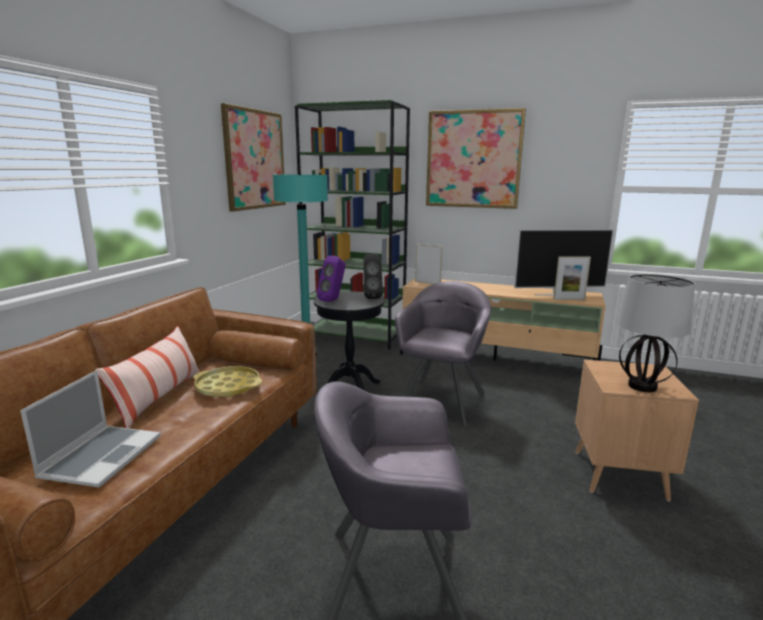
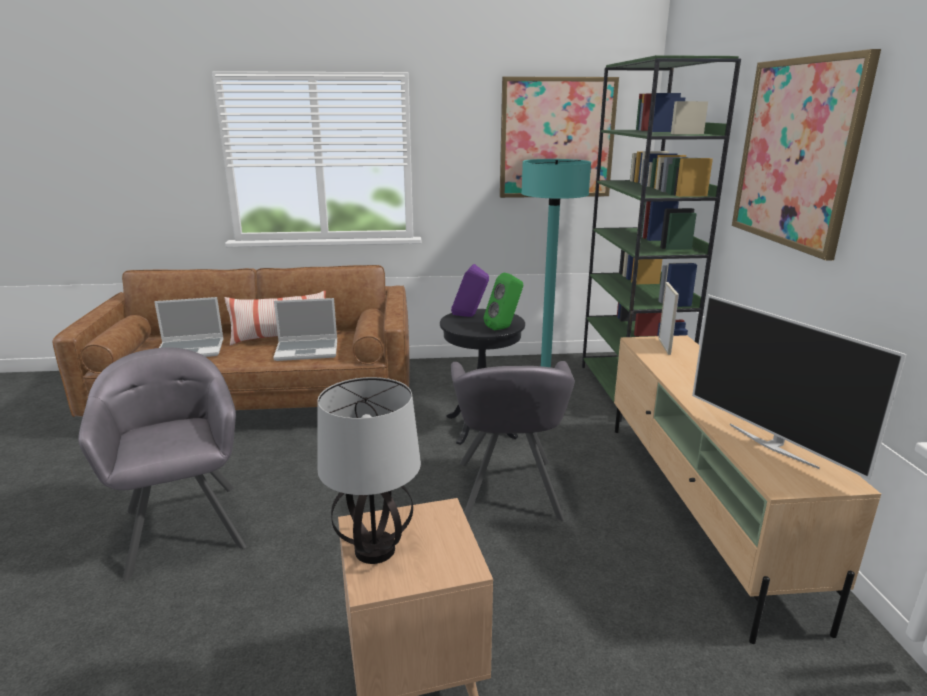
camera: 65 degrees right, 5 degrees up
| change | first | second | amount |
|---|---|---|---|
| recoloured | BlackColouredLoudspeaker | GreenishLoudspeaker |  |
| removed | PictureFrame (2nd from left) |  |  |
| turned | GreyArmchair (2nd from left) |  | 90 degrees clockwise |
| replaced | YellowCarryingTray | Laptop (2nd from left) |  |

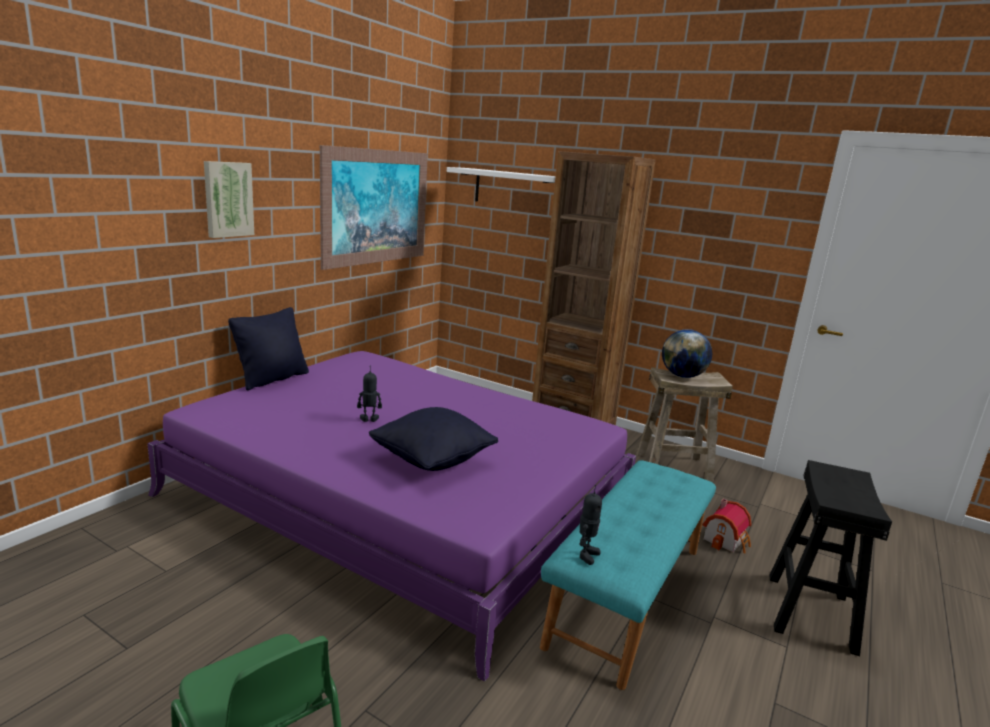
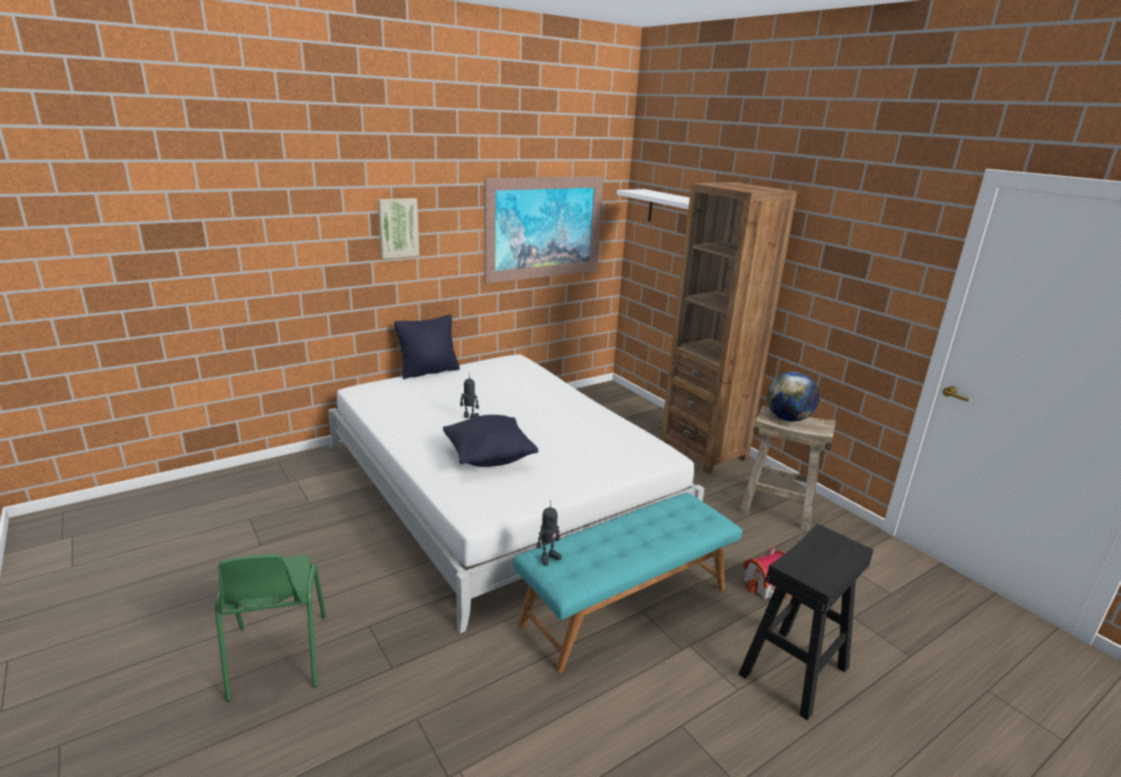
camera: 25 degrees right, 5 degrees up
| change | first | second | amount |
|---|---|---|---|
| recoloured | PurplishSleepingBed | WhitishSleepingBed |  |

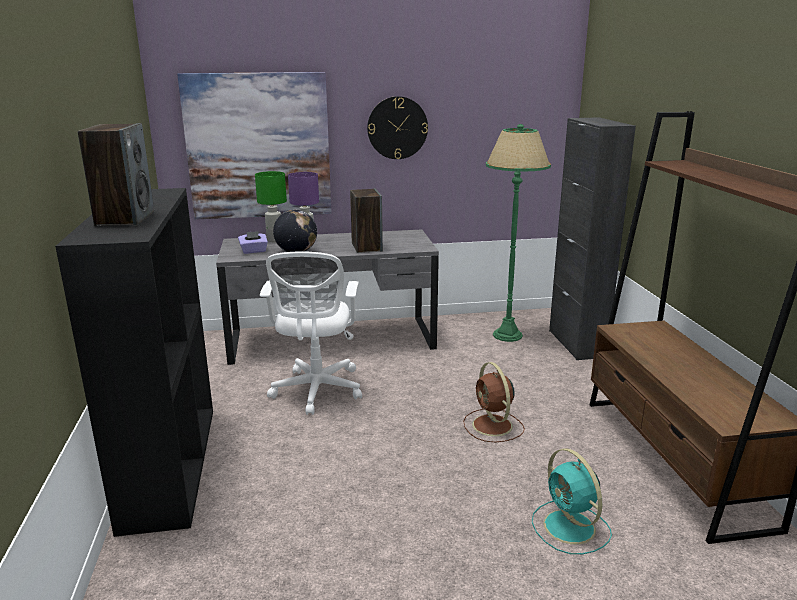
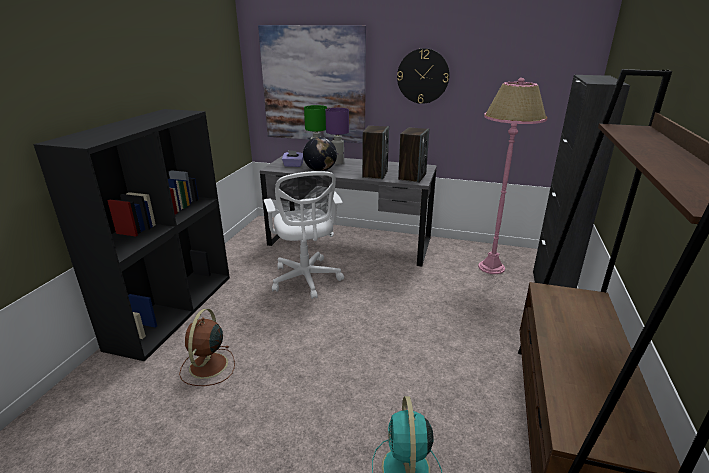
camera: 25 degrees right, 5 degrees up
| change | first | second | amount |
|---|---|---|---|
| moved | Loudspeaker (1st from left in the first image) | Loudspeaker (2nd from left) |  |
| recoloured | GreenishStandingLamp | PinkishStandingLamp |  |
| turned | WhitishComputerChair |  | 45 degrees counterclockwise |
| moved | BrownishElectricFan |  |  |

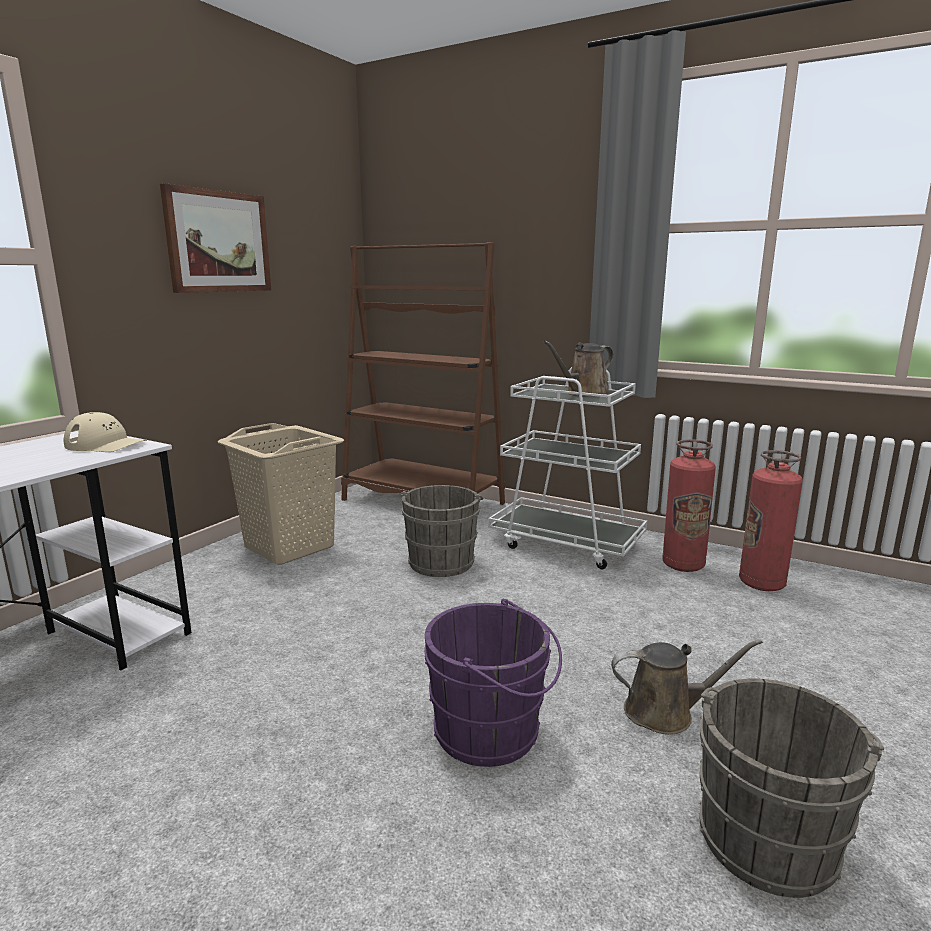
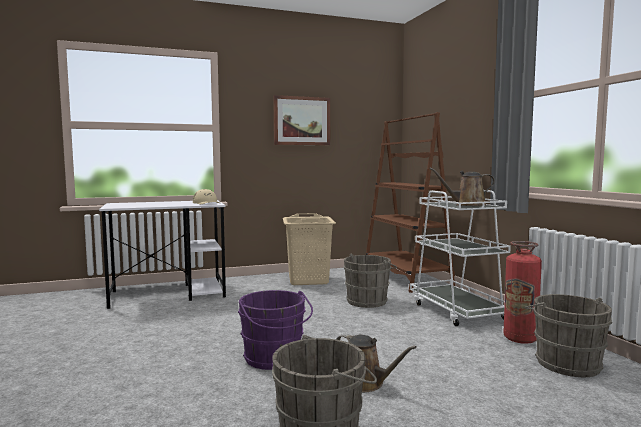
camera: 40 degrees right, 10 degrees down
| change | first | second | amount |
|---|---|---|---|
| replaced | FireExtinguisher (2nd from left) | GreyPail (3rd from left) |  |

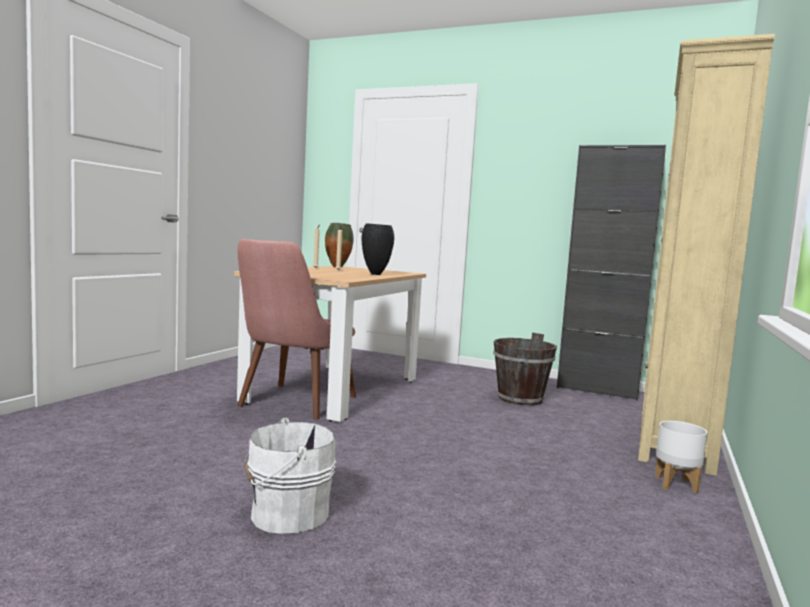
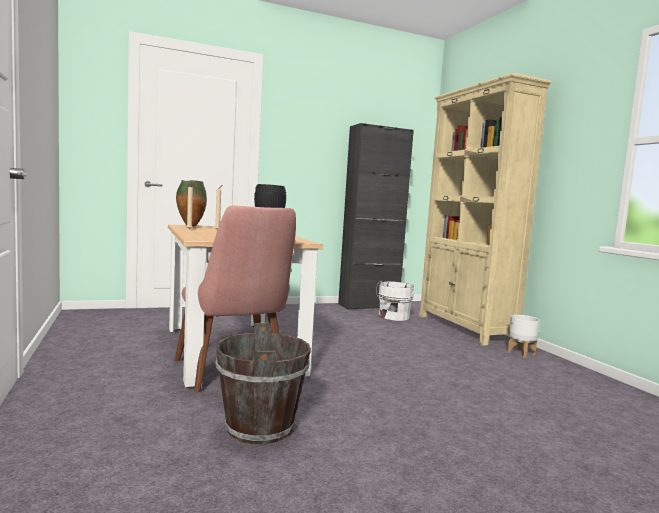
camera: 45 degrees left, 0 degrees up
| change | first | second | amount |
|---|---|---|---|
| moved | BrownishPail |  |  |
| moved | WhitishPail |  |  |

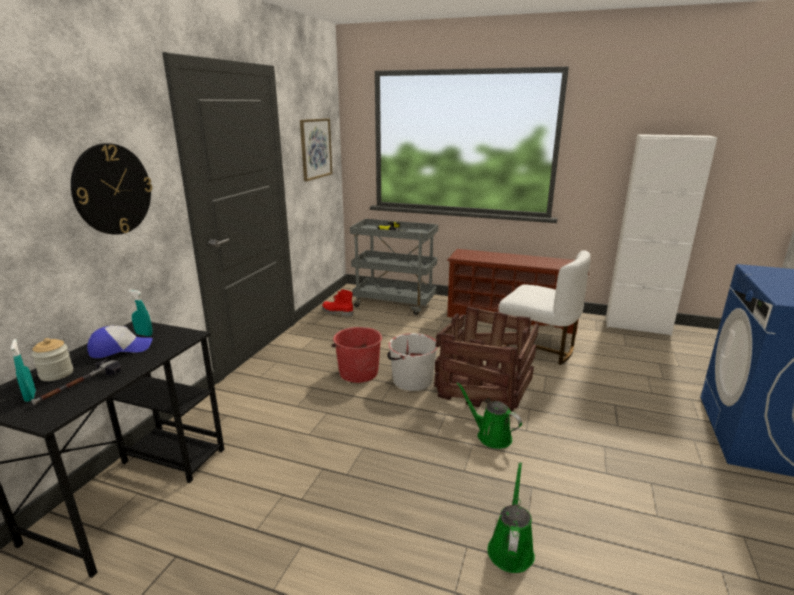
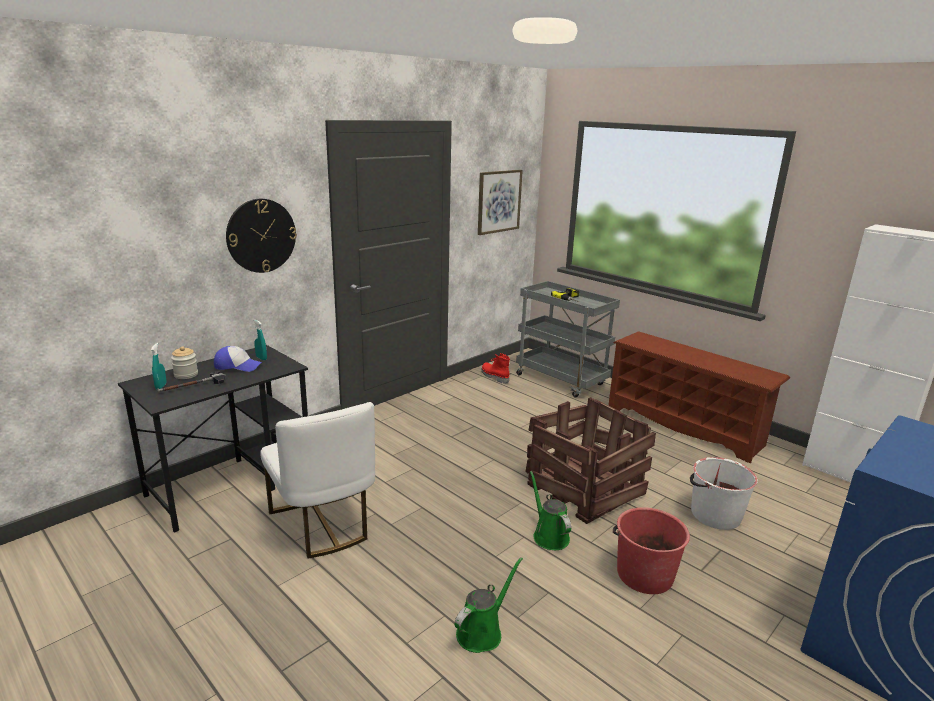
camera: 25 degrees right, 0 degrees up
| change | first | second | amount |
|---|---|---|---|
| moved | WhitishPlainChair |  |  |
| moved | RedColouredPail |  |  |
| moved | WhitishPail |  |  |

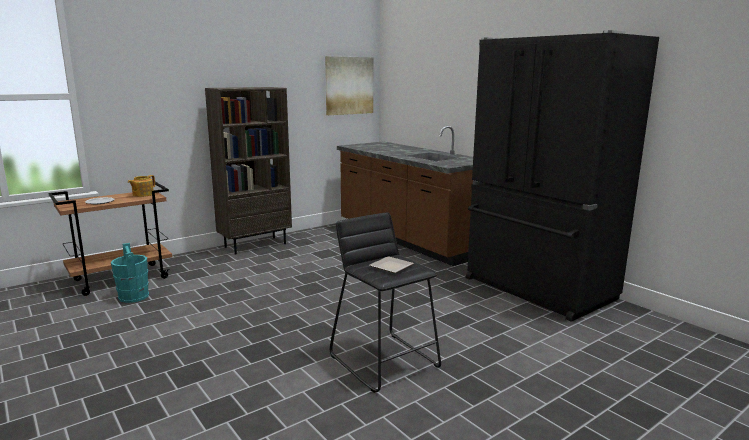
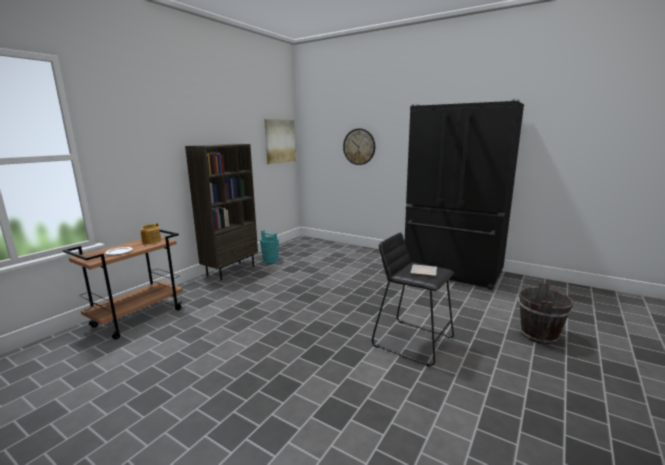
camera: 20 degrees left, 0 degrees up
| change | first | second | amount |
|---|---|---|---|
| removed | BrownishKitchenCounter |  |  |
| moved | TurquoiseColouredPail |  |  |
| added |  | HangingClock |  |
| added |  | BrownishPail |  |

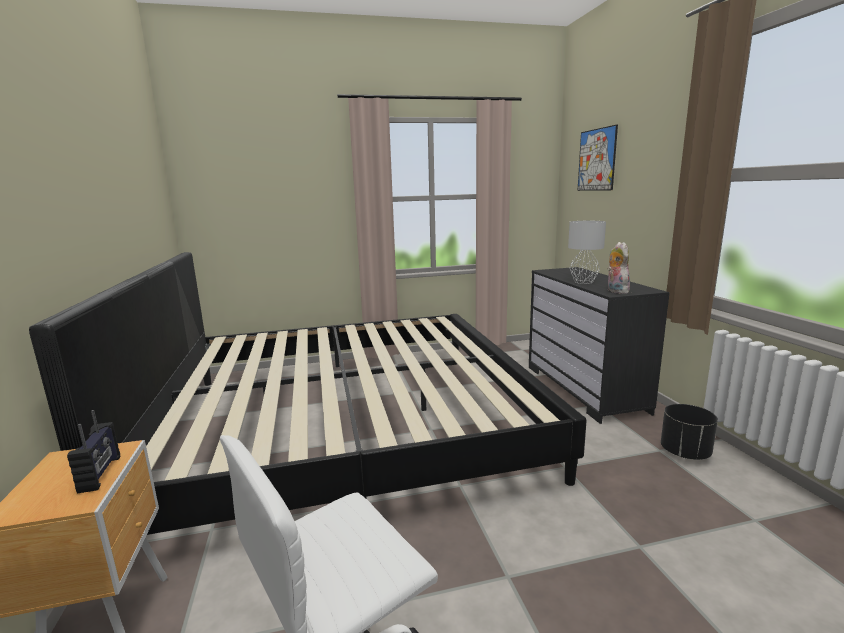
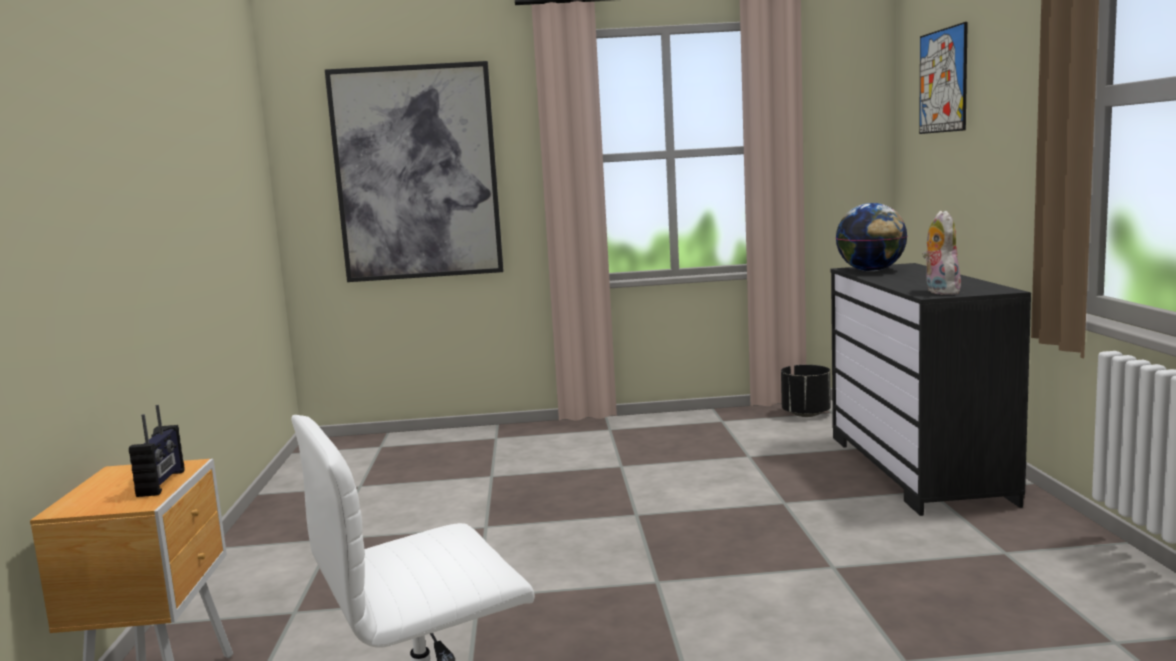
camera: 10 degrees right, 5 degrees down
| change | first | second | amount |
|---|---|---|---|
| removed | GreyLampForATable |  |  |
| removed | SleepingBed |  |  |
| moved | BlackColouredPlantPot |  |  |
| added |  | WallPicture (1st from left) |  |
| added |  | DeskGlobe |  |

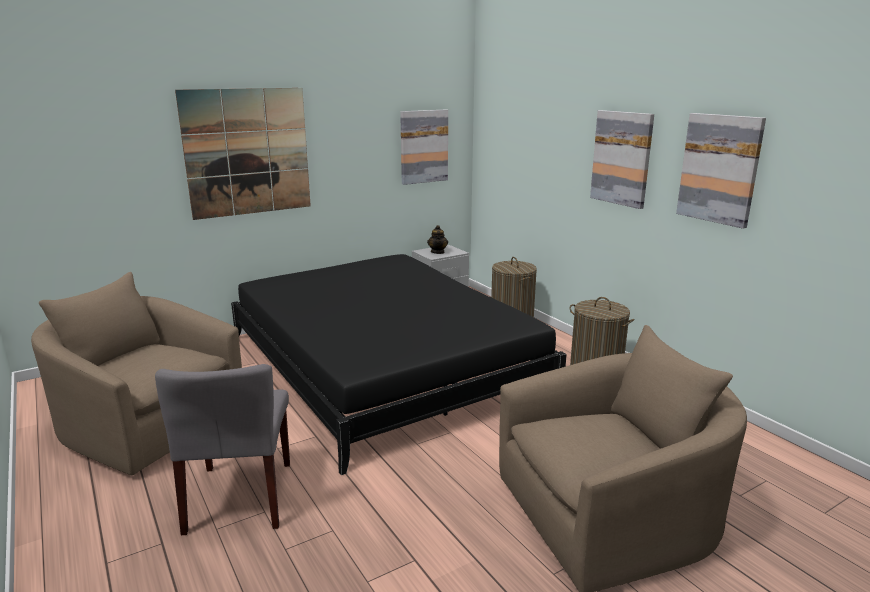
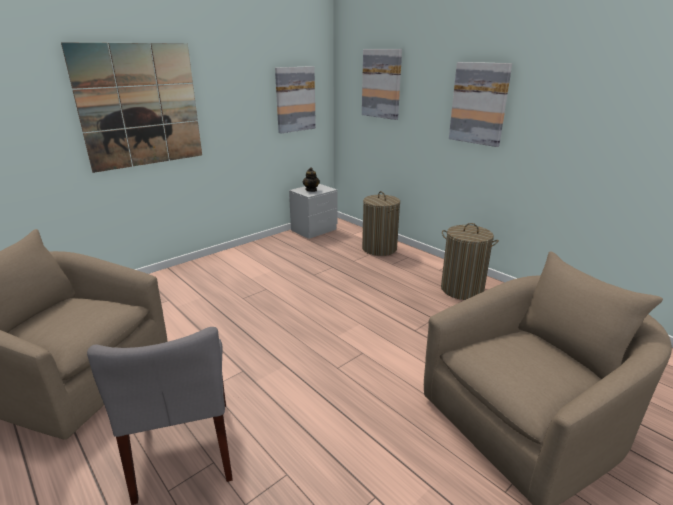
camera: 10 degrees left, 5 degrees up
| change | first | second | amount |
|---|---|---|---|
| moved | WallPicture (4th from left in the first image) | WallPicture (3rd from left) |  |
| removed | BlackColouredSleepingBed |  |  |

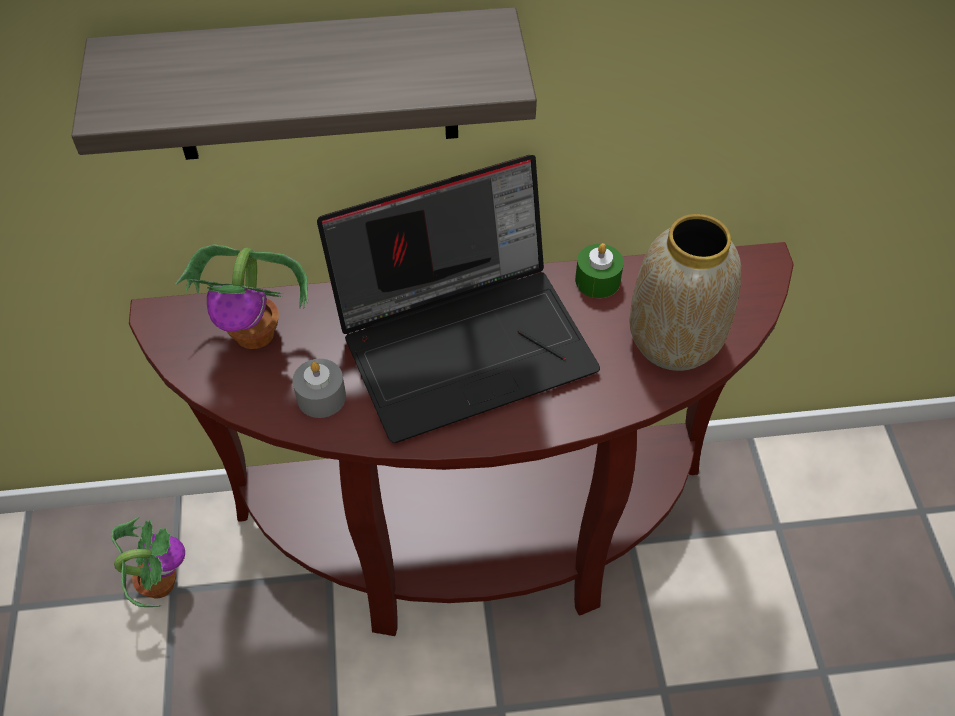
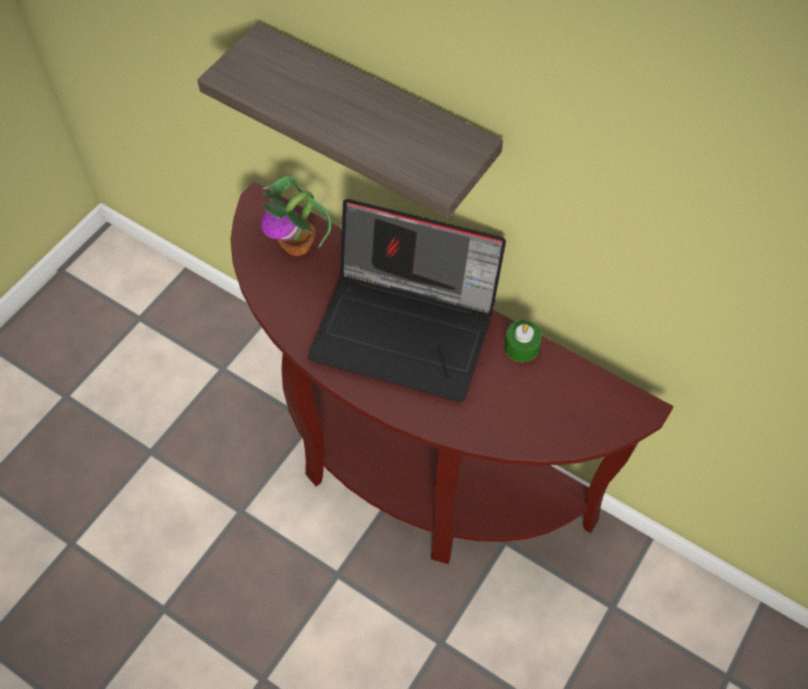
camera: 40 degrees right, 5 degrees up
| change | first | second | amount |
|---|---|---|---|
| removed | DecorativeVase |  |  |
| removed | GreyWaxCandle |  |  |
| removed | Houseplant (1st from left) |  |  |

